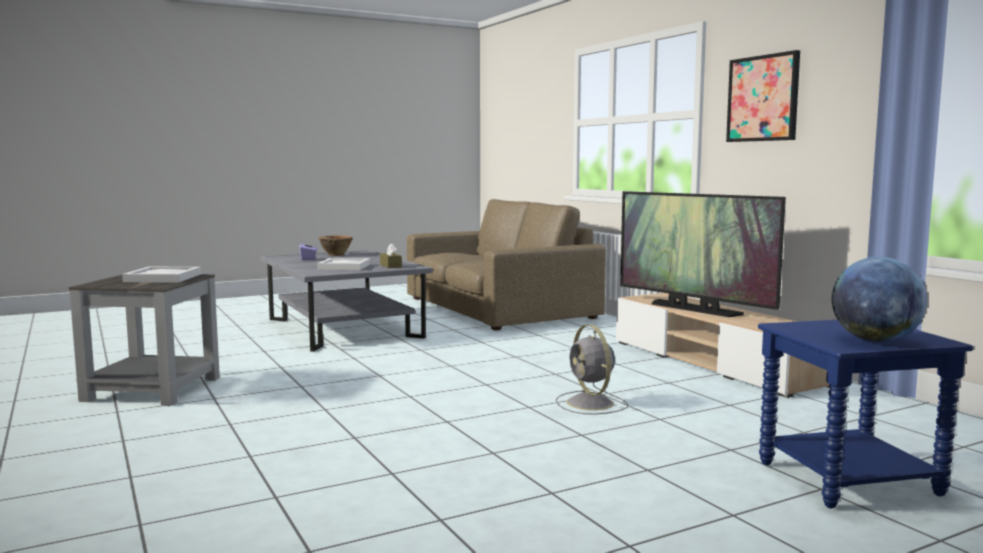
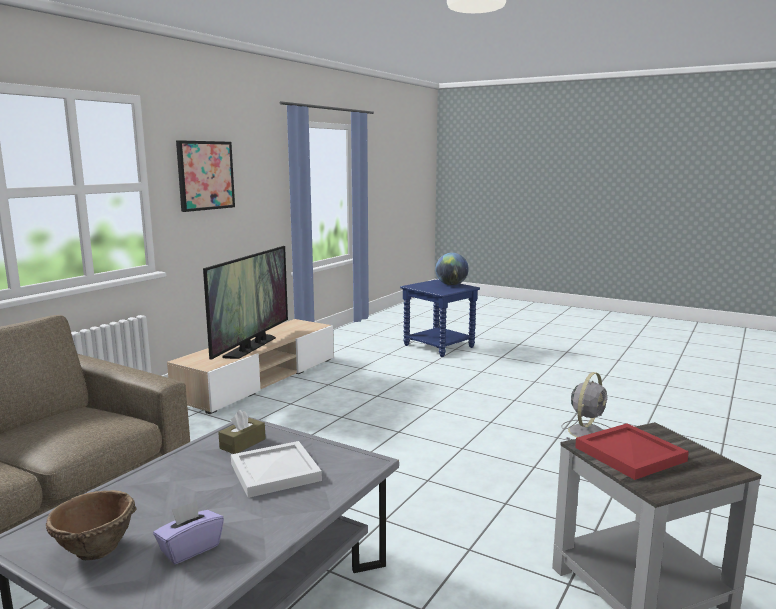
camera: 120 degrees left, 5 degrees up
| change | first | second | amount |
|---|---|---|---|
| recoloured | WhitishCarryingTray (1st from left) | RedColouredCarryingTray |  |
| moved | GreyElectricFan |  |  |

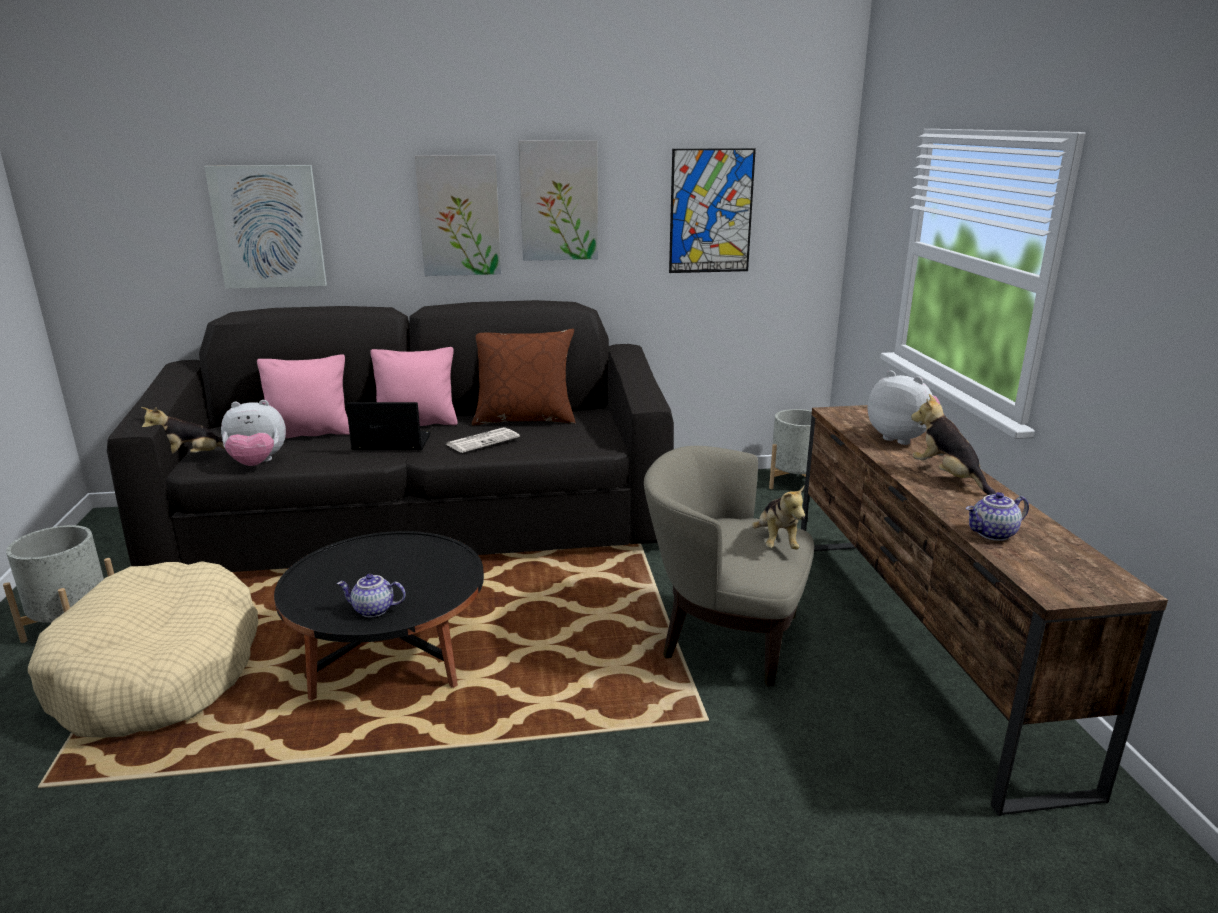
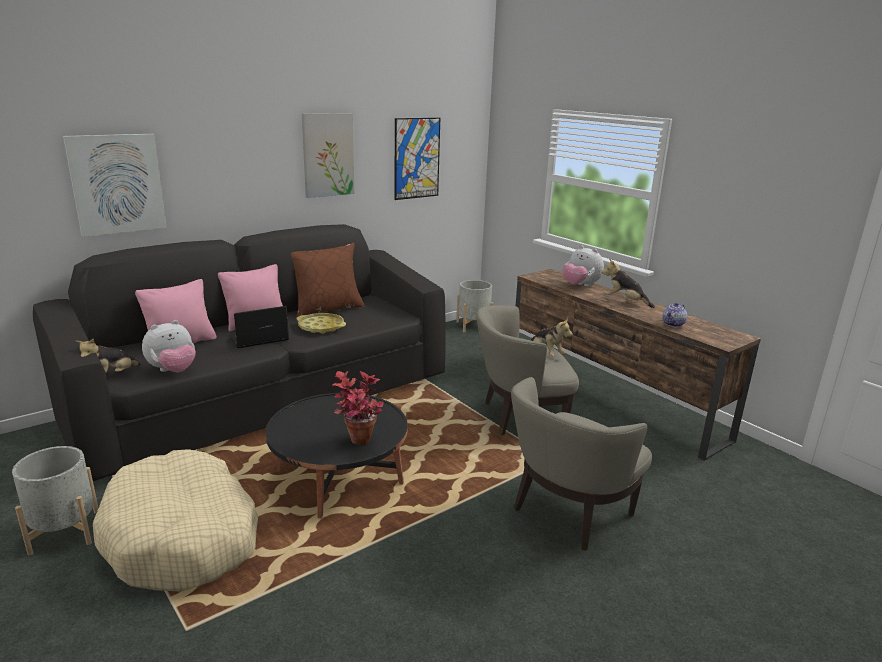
camera: 30 degrees left, 0 degrees up
| change | first | second | amount |
|---|---|---|---|
| removed | WallPicture (2nd from left) |  |  |
| turned | CuddlyToy (4th from left) |  | 150 degrees counterclockwise |
| replaced | PrintedPaper | YellowCarryingTray |  |
| replaced | TeaPot (1st from left) | Houseplant |  |
| added |  | BeigeArmchair (2nd from left) |  |

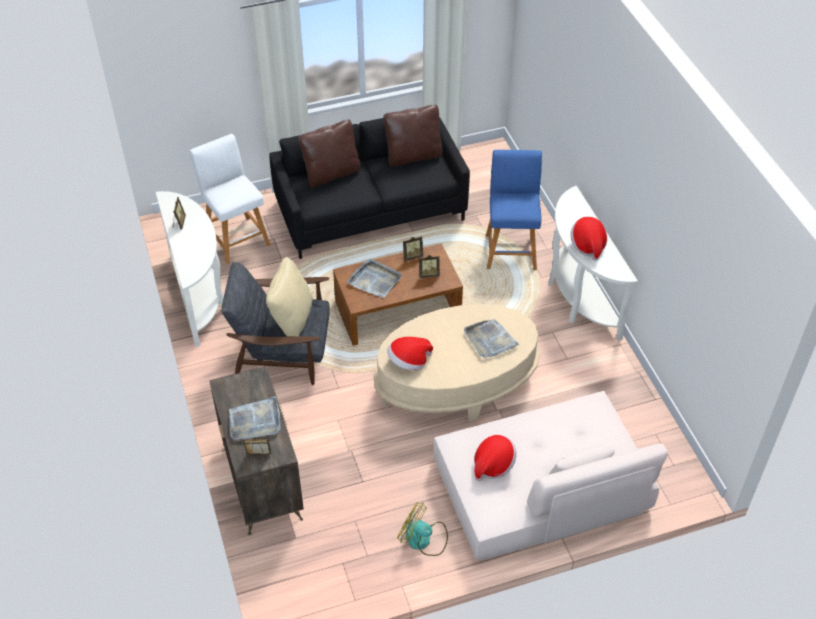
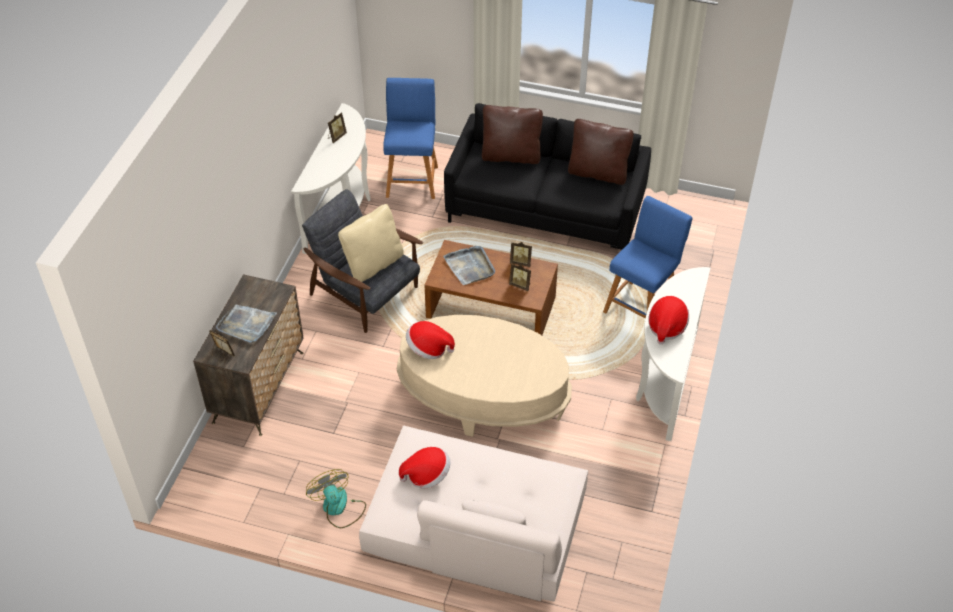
camera: 35 degrees right, 0 degrees up
| change | first | second | amount |
|---|---|---|---|
| recoloured | WhitishStool | BluishStool (1st from left) |  |
| removed | GreyCarryingTray (3rd from left) |  |  |

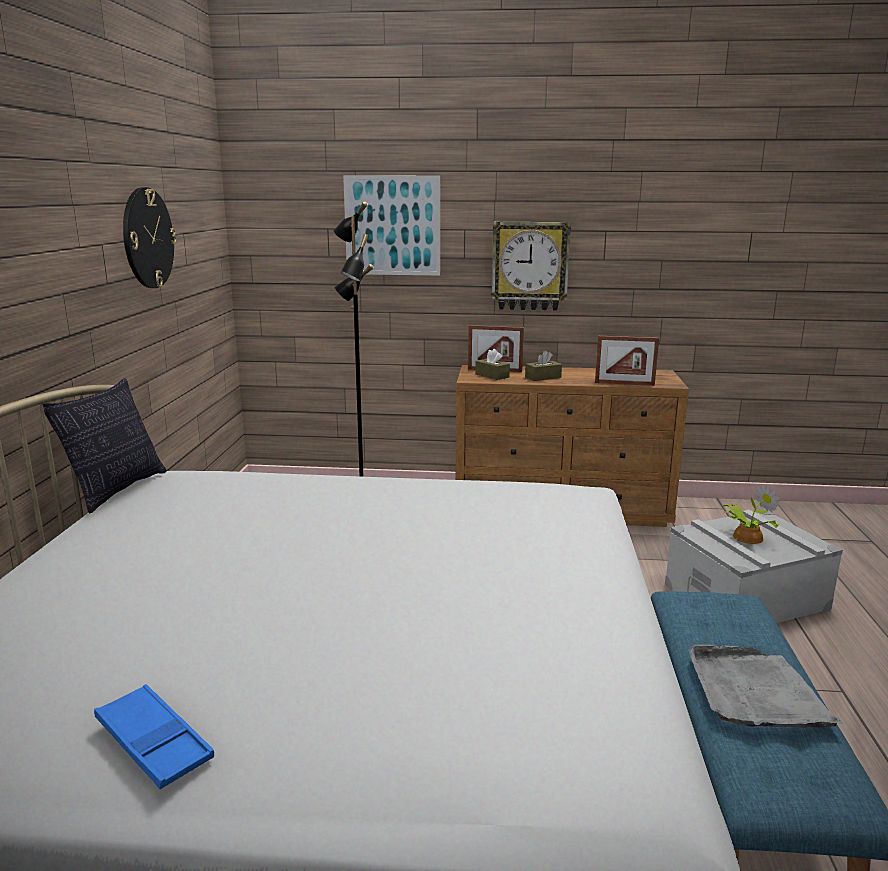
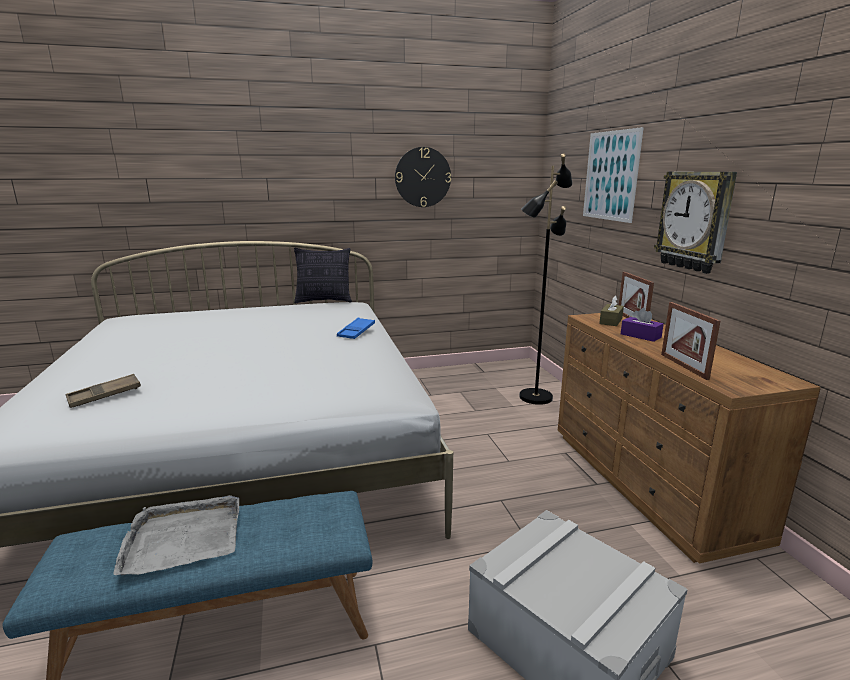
camera: 70 degrees right, 0 degrees up
| change | first | second | amount |
|---|---|---|---|
| recoloured | BrownishTissueHolder (2nd from left) | PurplishTissueHolder |  |
| removed | Houseplant |  |  |
| moved | BluishCarryingTray |  |  |
| added |  | BrownishCarryingTray |  |

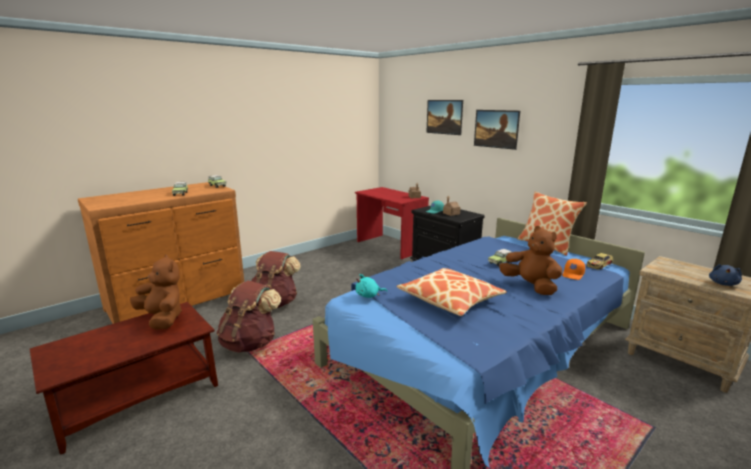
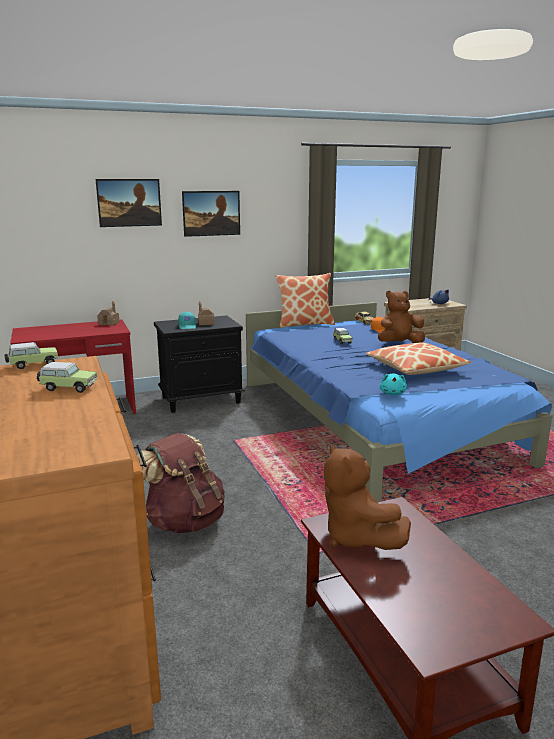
camera: 70 degrees left, 0 degrees up
| change | first | second | amount |
|---|---|---|---|
| turned | BrownishCuddlyToy (1st from left) |  | 90 degrees counterclockwise |
| removed | BrownishBackpack (1st from left) |  |  |

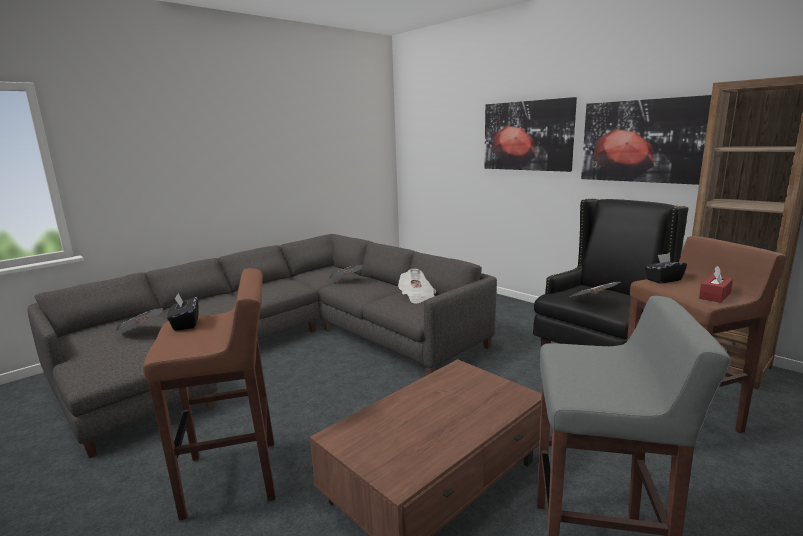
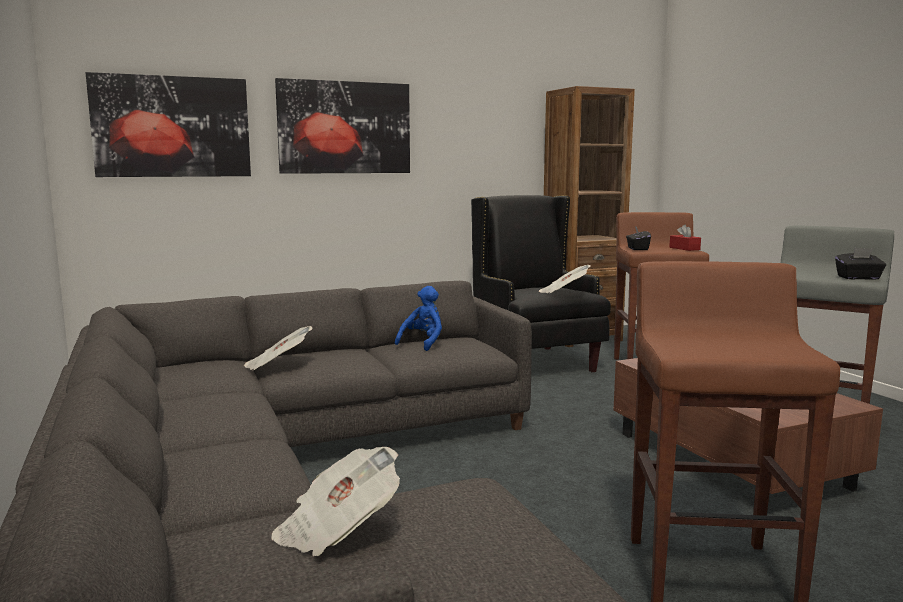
camera: 70 degrees left, 5 degrees down
| change | first | second | amount |
|---|---|---|---|
| moved | WallPicture (2nd from left in the first image) | WallPicture (1st from left) |  |
| replaced | PrintedPaper (3rd from left) | BluishCuddlyToy |  |
| moved | BlackColouredTissueHolder (1st from left in the first image) | BlackColouredTissueHolder (2nd from left) |  |

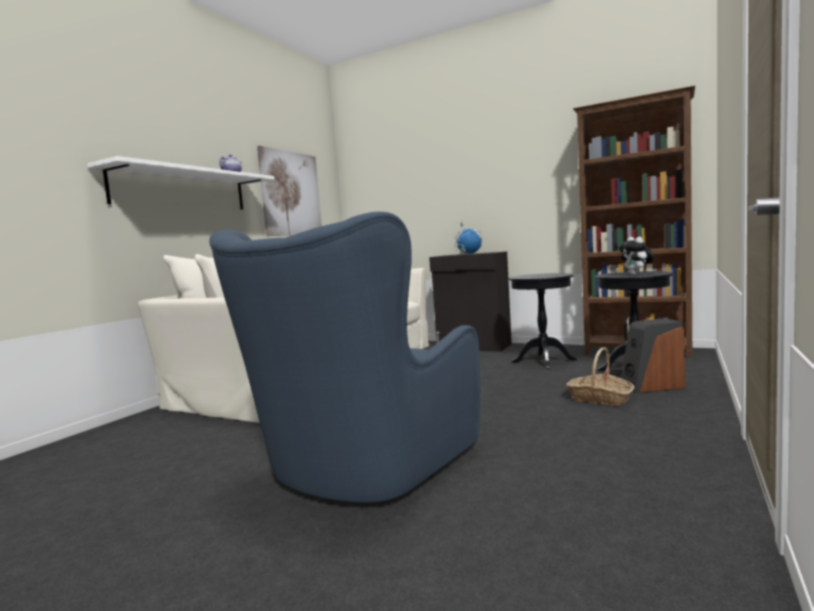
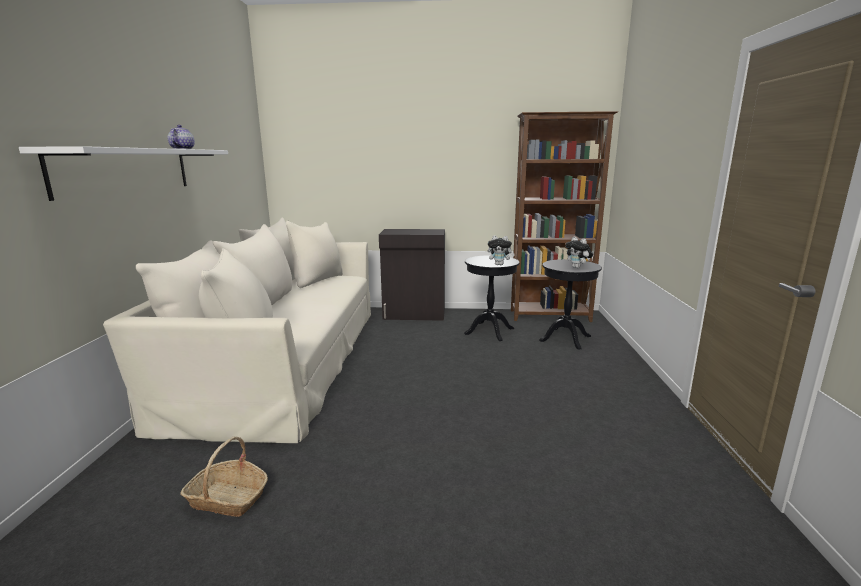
camera: 25 degrees left, 10 degrees up
| change | first | second | amount |
|---|---|---|---|
| removed | WallPicture |  |  |
| removed | BluishArmchair |  |  |
| removed | DeskGlobe |  |  |
| removed | Loudspeaker |  |  |
| moved | StorageBasket |  |  |
| added |  | CuddlyToy (1st from left) |  |

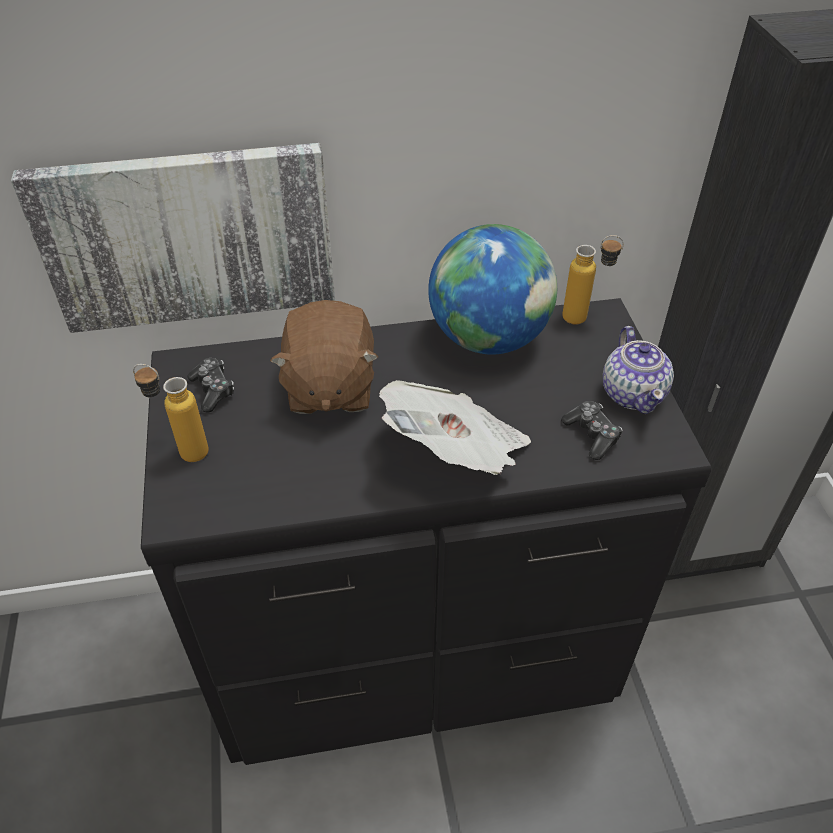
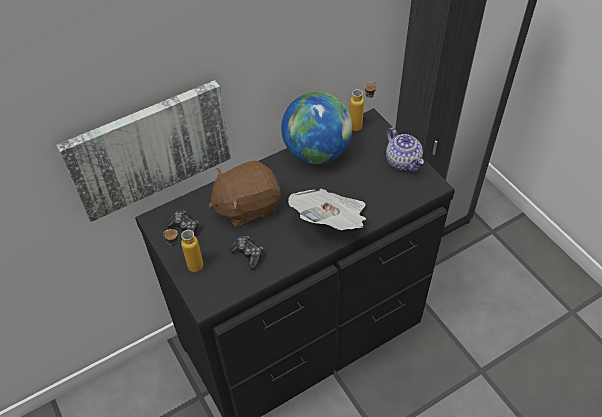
camera: 20 degrees left, 5 degrees up
| change | first | second | amount |
|---|---|---|---|
| turned | BrownishCuddlyToy |  | 90 degrees clockwise |
| moved | Gamepad (2nd from left) |  |  |

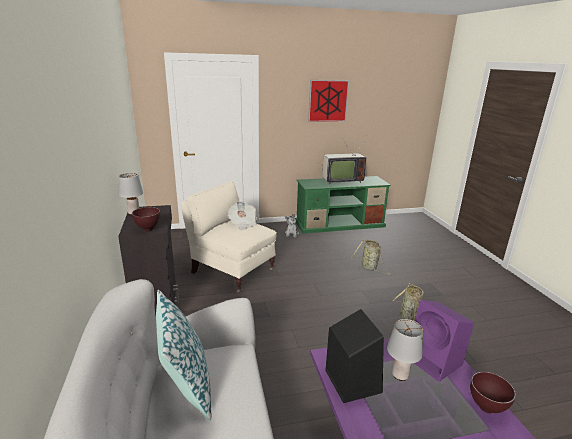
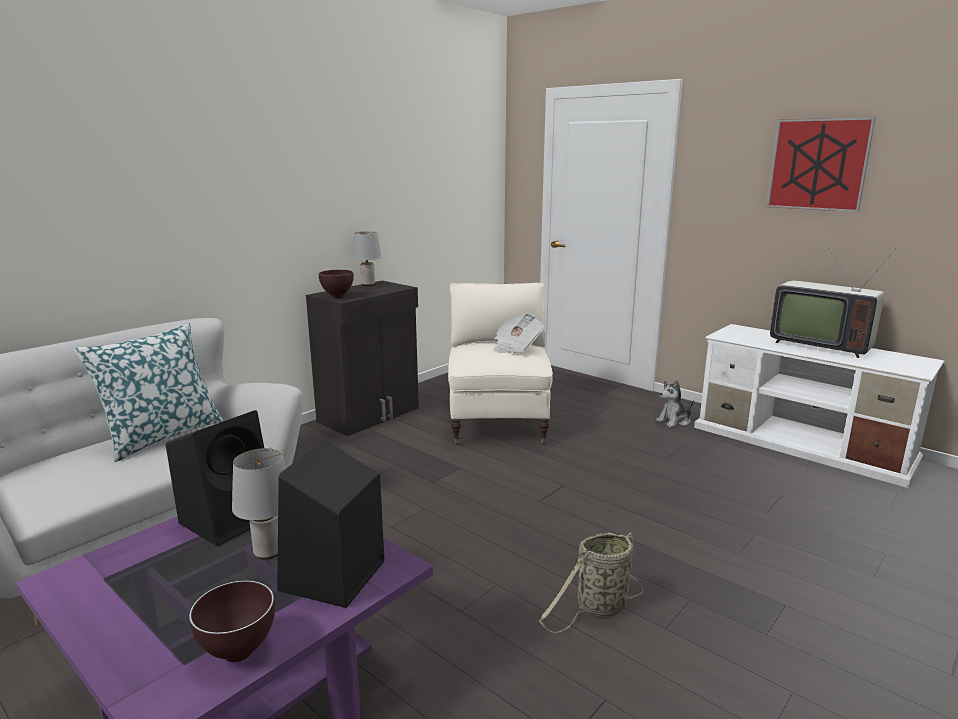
camera: 55 degrees right, 5 degrees down
| change | first | second | amount |
|---|---|---|---|
| recoloured | GreenishMediaConsole | WhitishMediaConsole |  |
| removed | StorageBasket (1st from left) |  |  |
| recoloured | PurplishLoudspeaker | BlackColouredLoudspeaker (2nd from left) |  |

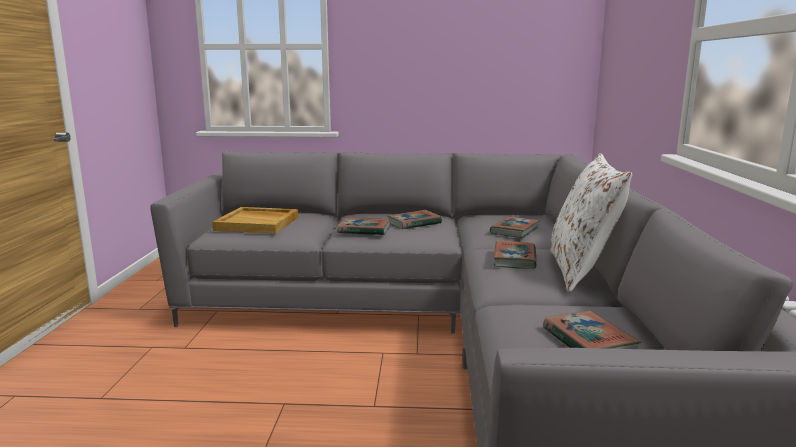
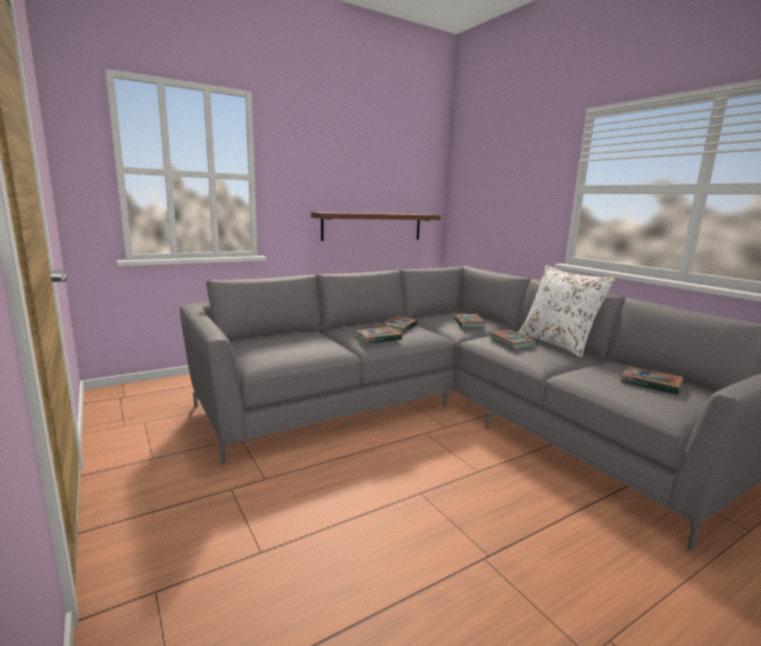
camera: 35 degrees left, 0 degrees up
| change | first | second | amount |
|---|---|---|---|
| removed | BeigeCarryingTray |  |  |
| added |  | BrownishBracketShelf |  |

